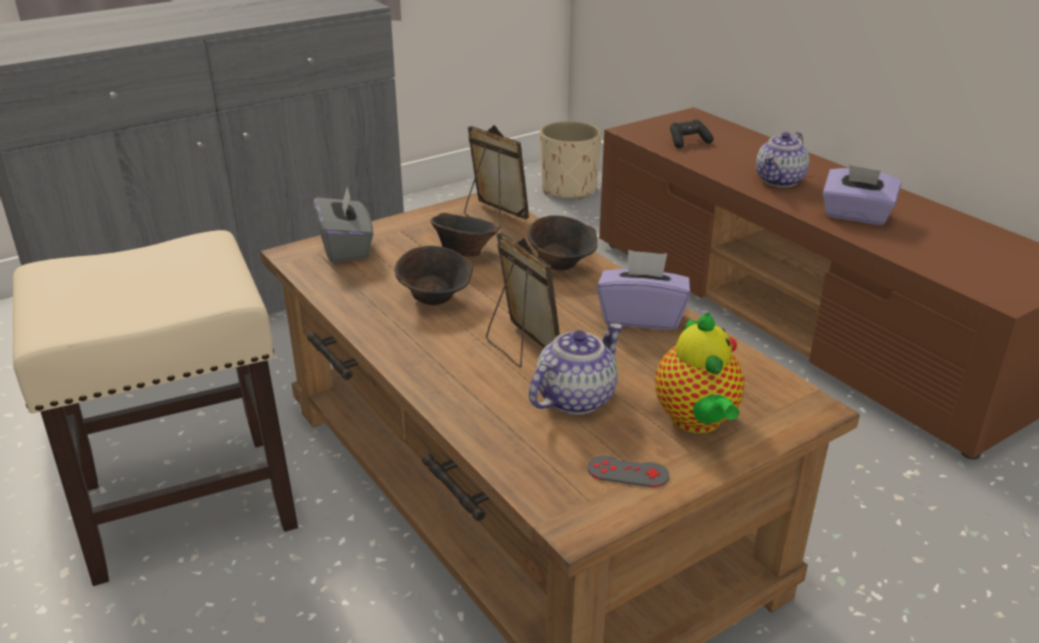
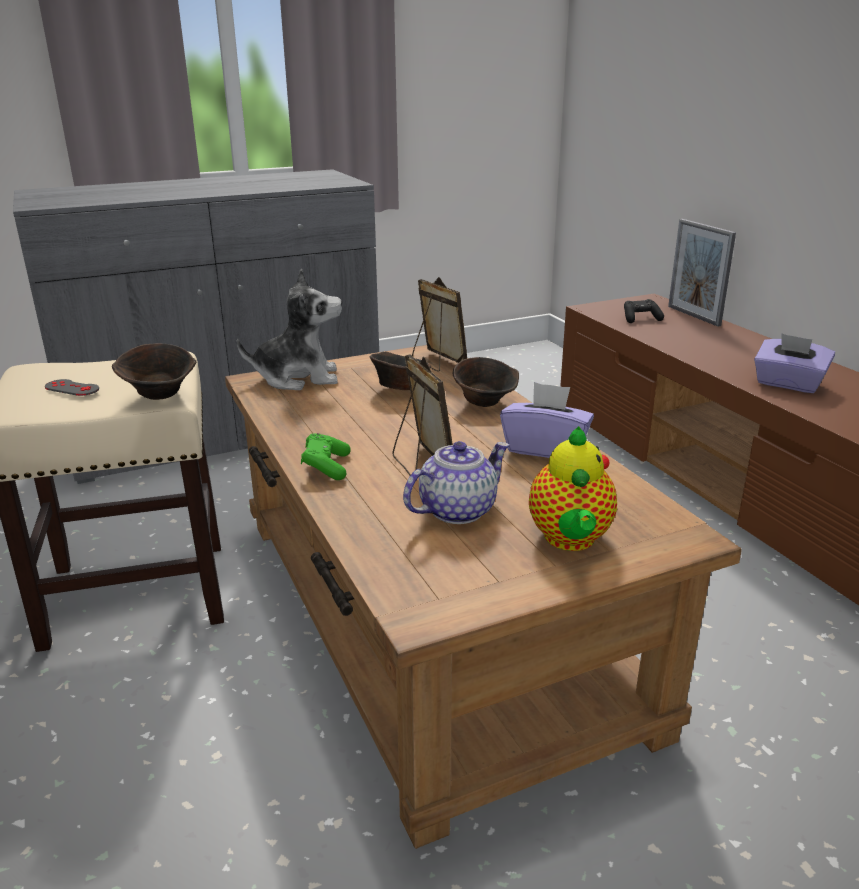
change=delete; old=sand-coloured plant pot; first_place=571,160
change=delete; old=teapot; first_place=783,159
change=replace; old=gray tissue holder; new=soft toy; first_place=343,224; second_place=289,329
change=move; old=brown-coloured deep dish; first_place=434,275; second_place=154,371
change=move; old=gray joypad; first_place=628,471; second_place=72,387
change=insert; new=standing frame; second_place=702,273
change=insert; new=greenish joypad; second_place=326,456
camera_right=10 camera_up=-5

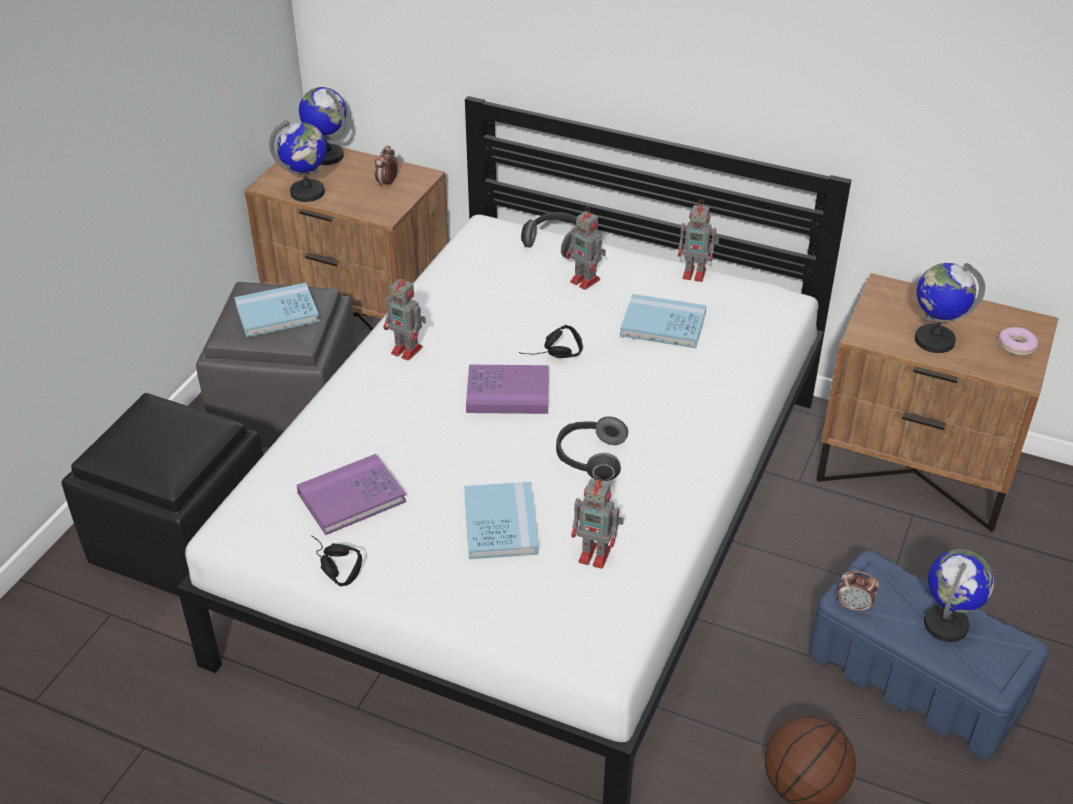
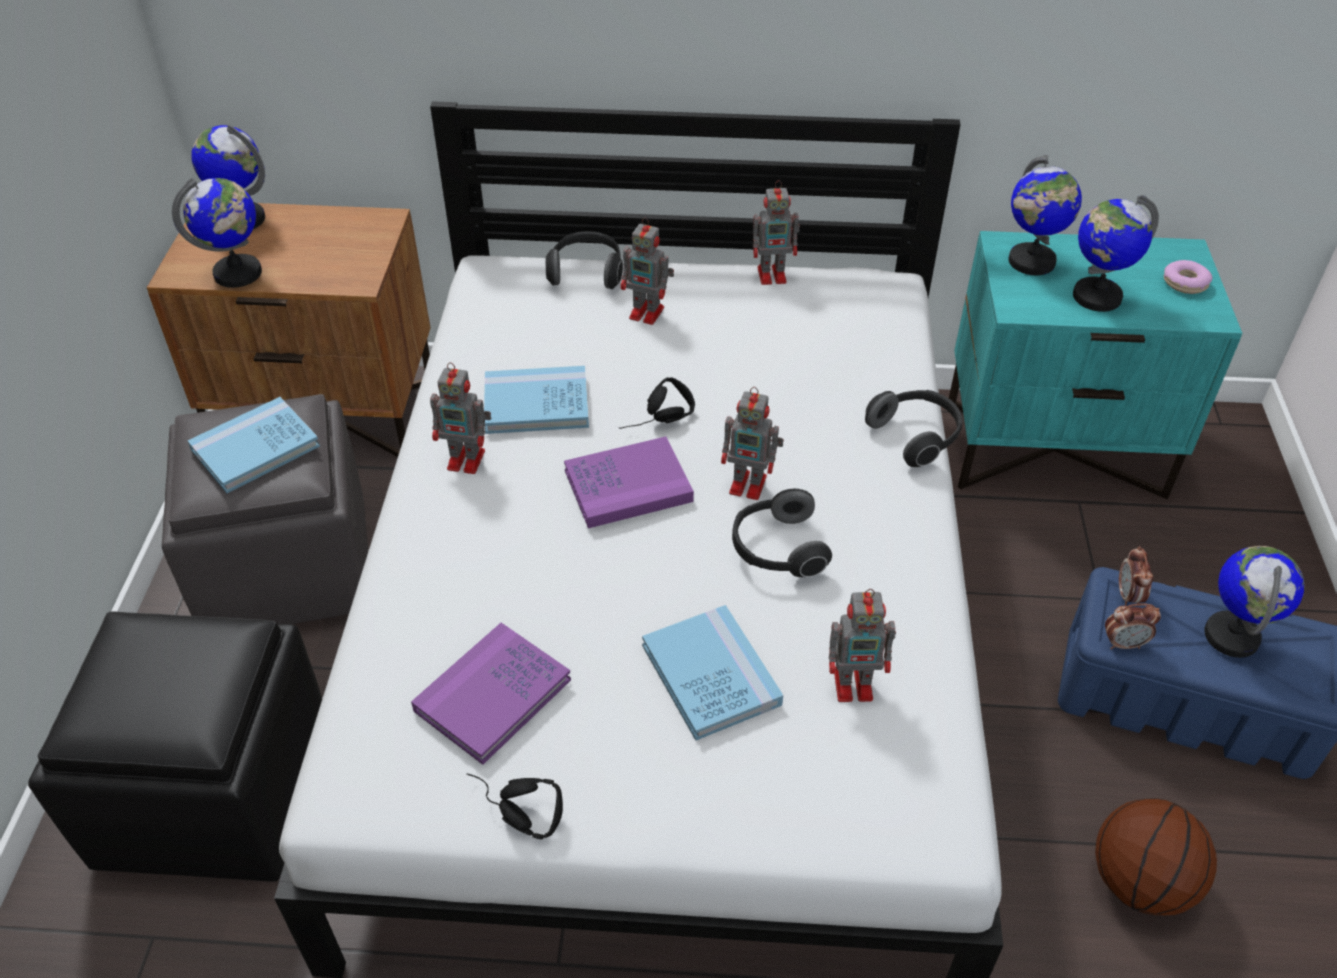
change=move; old=table clock; first_place=386,167; second_place=1136,576
change=recolor; old=brown-coloured bedside table; new=turquoise-coloured bedside table; first_place=937,402; second_place=1095,365
change=move; old=blue-coloured book; first_place=663,321; second_place=536,400
change=insert; new=globe; second_place=1045,215
change=insert; new=model robot; second_place=752,443
change=insert; new=headphones; second_place=914,428
camera_right=-20 camera_up=5

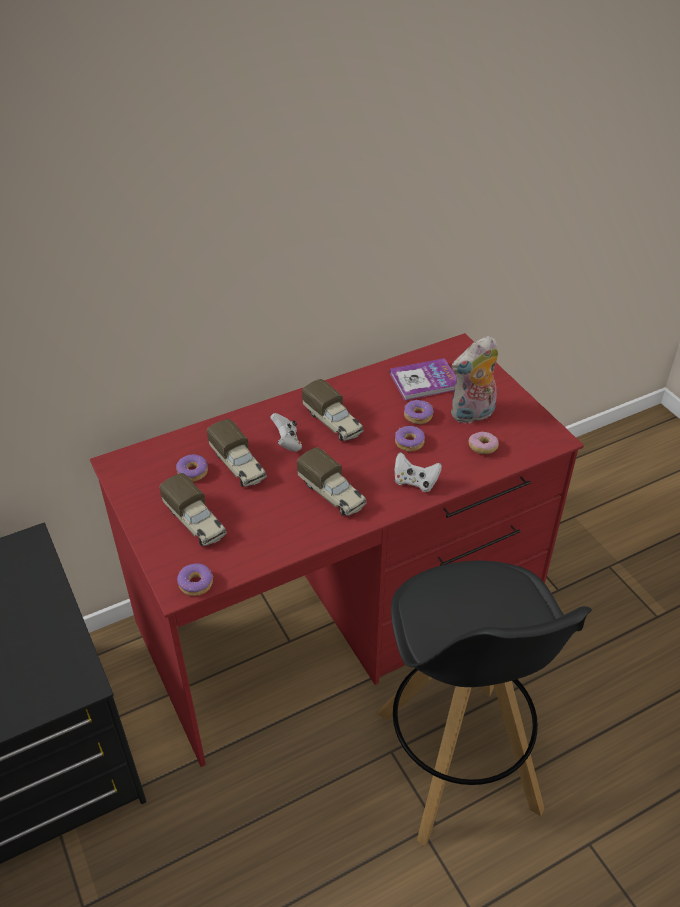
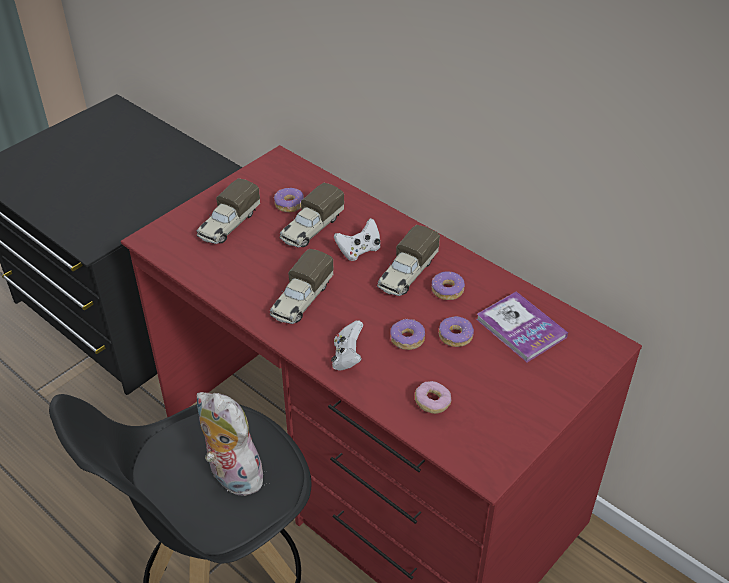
change=move; old=soft toy; first_place=474,380; second_place=232,444
change=move; old=doughnut; first_place=195,579; second_place=448,286
camera_right=70 camera_up=0

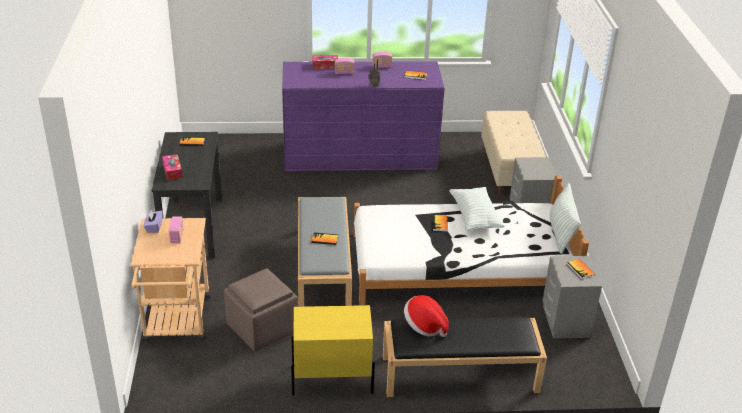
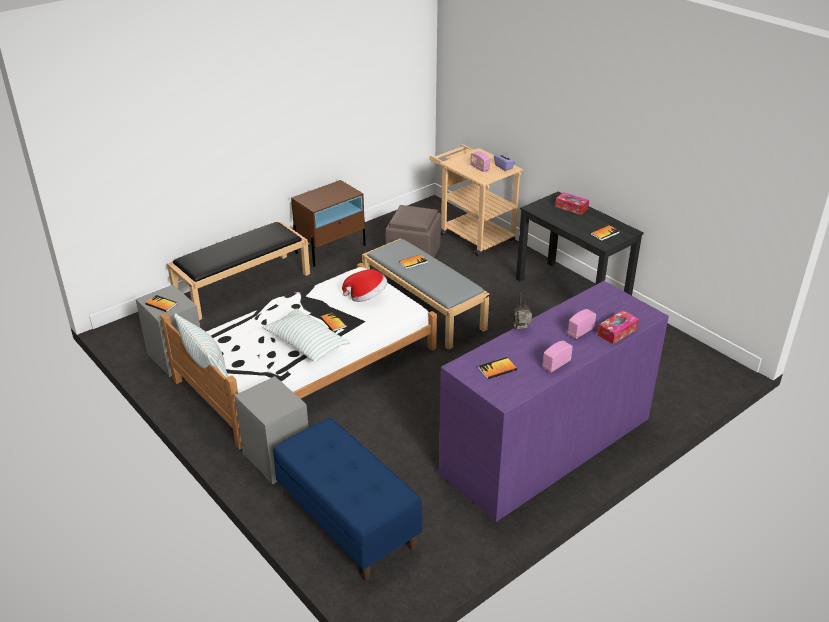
change=recolor; old=sand-coloured long seat; new=blue-coloured long seat; first_place=513,154; second_place=348,499
change=move; old=hat; first_place=426,316; second_place=364,285
change=recolor; old=yellow bedside table; new=brown-coloured bedside table; first_place=333,350; second_place=328,223
camera_right=145 camera_up=0

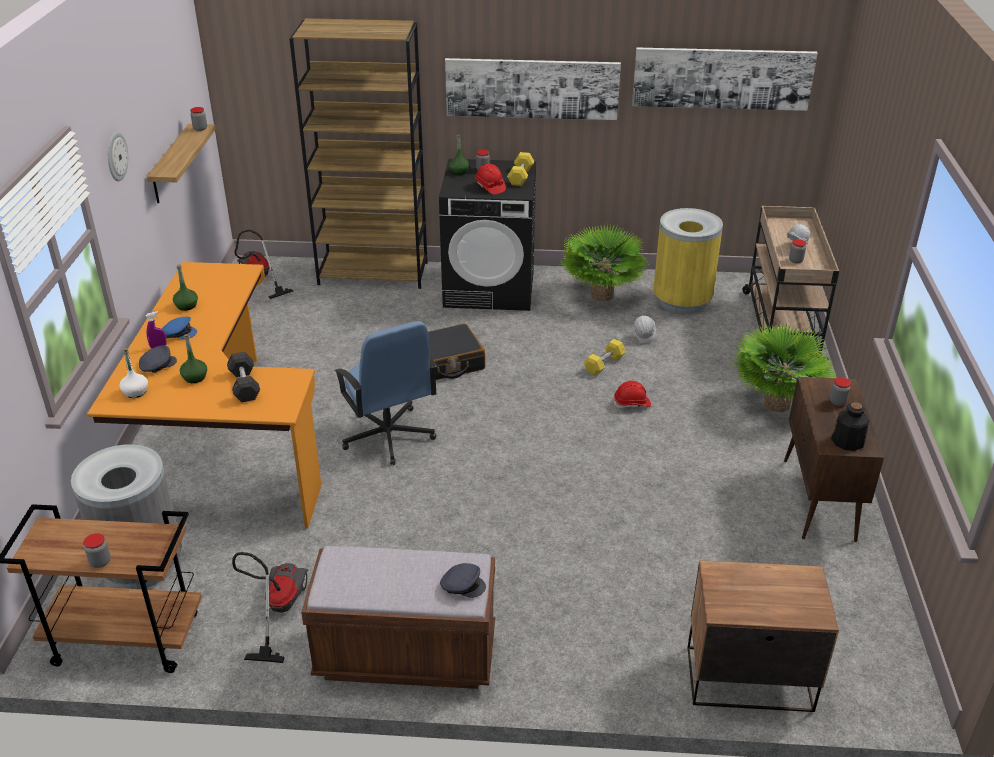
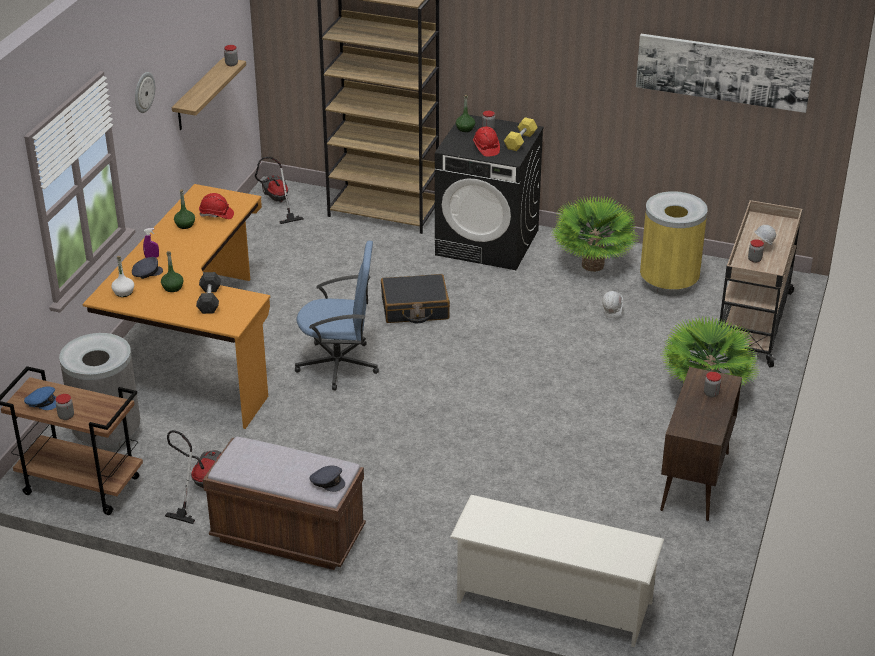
change=delete; old=wall picture; first_place=533,89
change=move; old=blue-coloured peaked cap; first_place=179,328; second_place=40,398
change=rotate; old=blue-coloured office chair; first_place=385,393; second_place=337,316; degrees=-75
change=delete; old=yellow free weight; first_place=605,357
change=move; old=red safety helmet; first_place=632,394; second_place=216,206
change=delete; old=bottle; first_place=850,426
change=replace; old=bedside table; new=whitish shoe stand; first_place=763,636; second_place=557,571
camera_right=15 camera_up=0

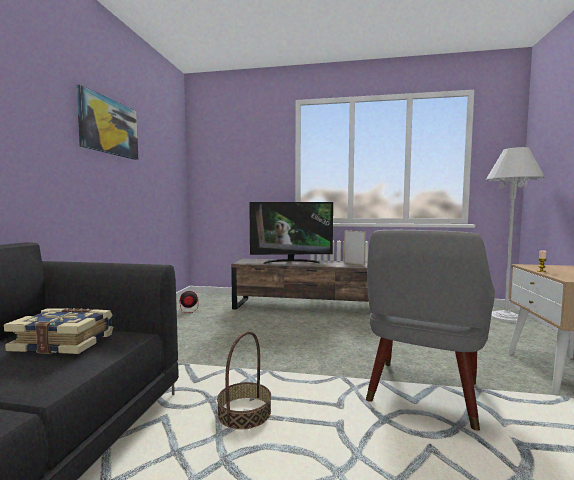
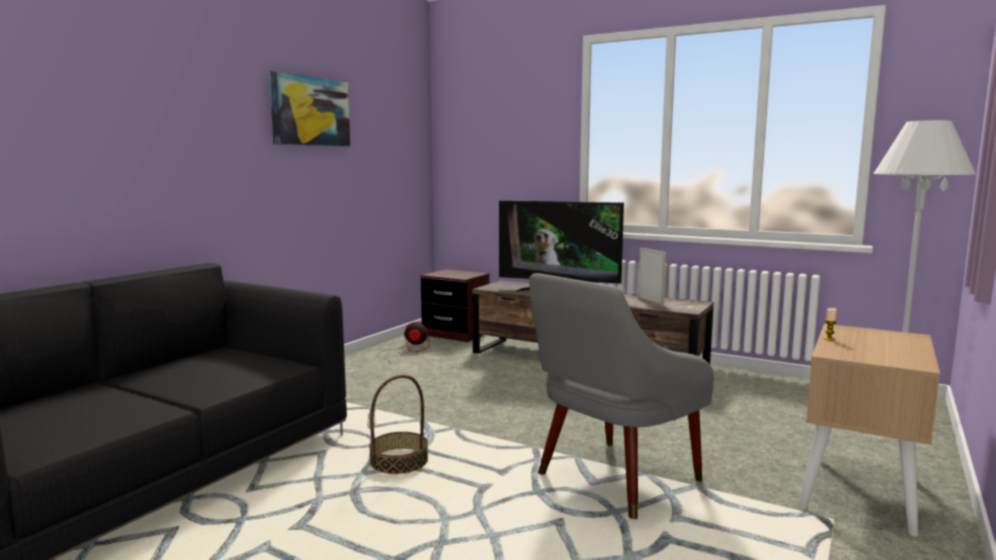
change=delete; old=book; first_place=58,331
change=insert; new=brown-coloured bedside table; second_place=455,305
camera_right=20 camera_up=5

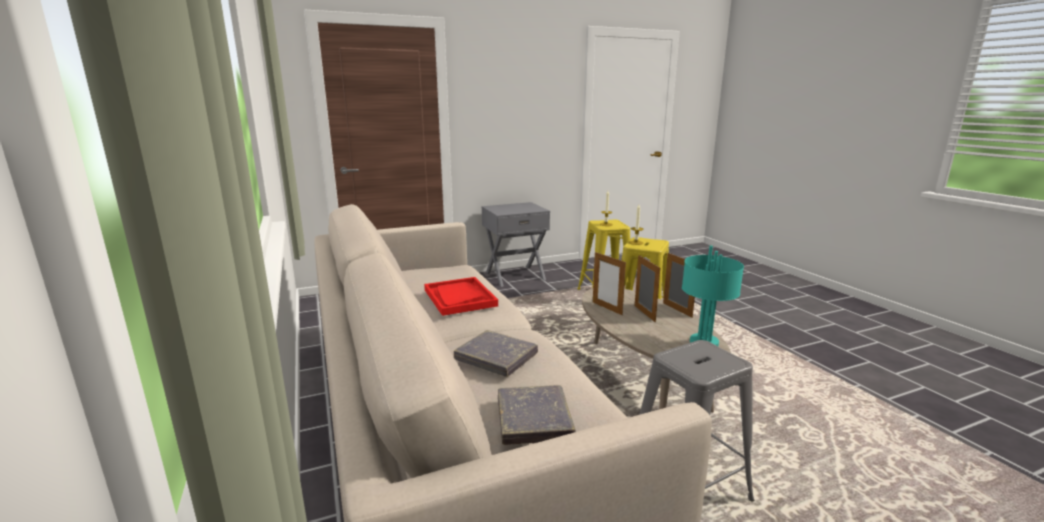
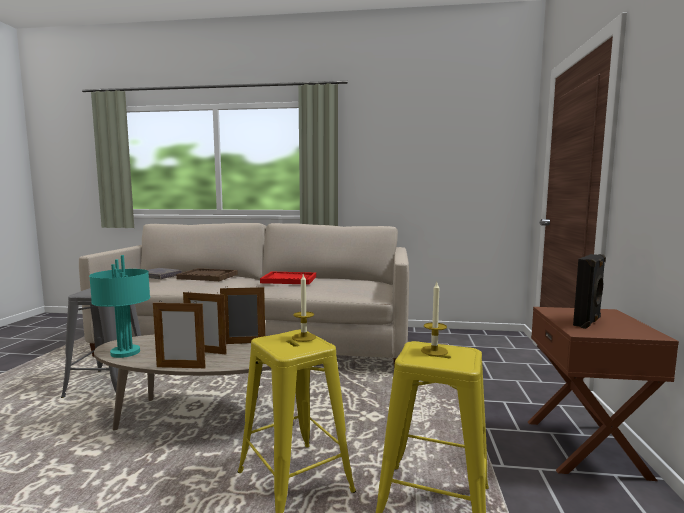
change=recolor; old=gray bedside table; new=brown-coloured bedside table; first_place=516,244; second_place=603,394
change=replace; old=gray book; new=brown-coloured carrying tray; first_place=496,353; second_place=207,274
change=insert; new=black speaker; second_place=589,291
camera_right=120 camera_up=-10

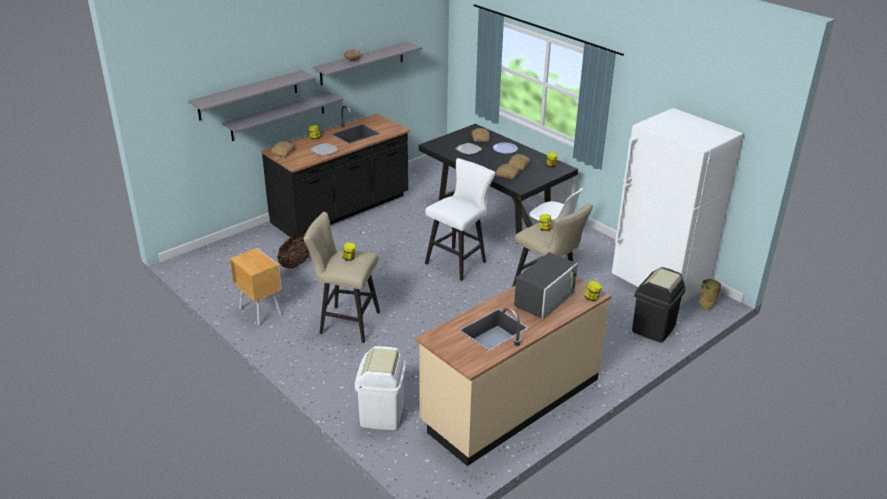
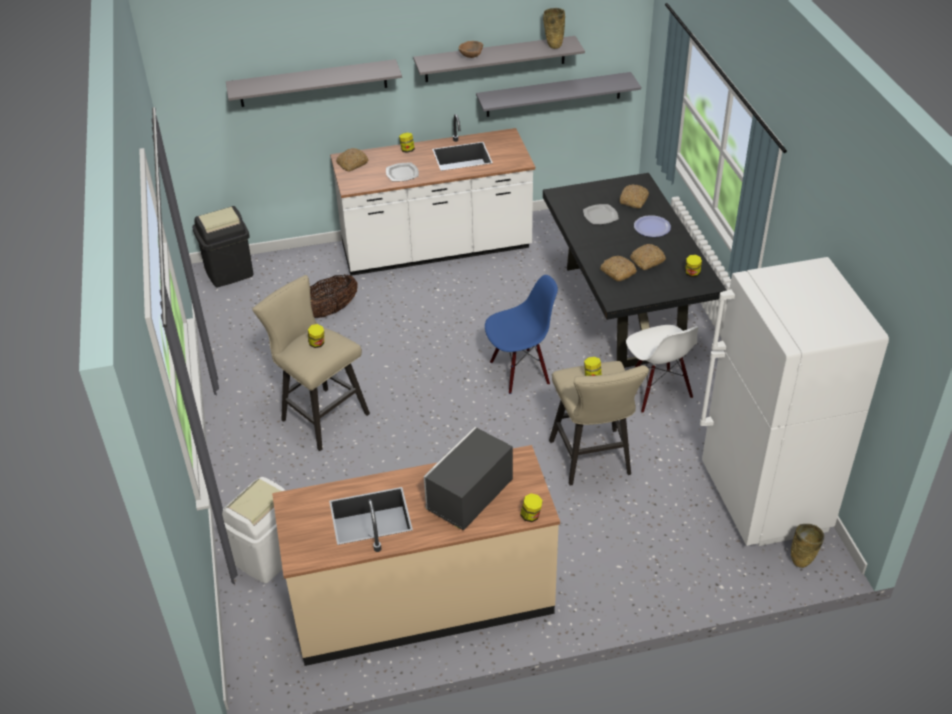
change=move; old=gray shelf; first_place=282,116; second_place=558,94
change=recolor; old=black kitchen base unit; new=whitish kitchen base unit; first_place=335,172; second_place=432,195
change=replace; old=whitish stool seat; new=blue-coloured upright chair; first_place=460,219; second_place=521,334
change=delete; old=brown-coloured bedside table; first_place=256,287
change=rotate; old=microwave oven; first_place=546,285; second_place=468,479; degrees=150
change=move; old=black waste bin; first_place=659,305; second_place=223,246
change=insert; new=sand-coloured flower vase; second_place=554,28
camera_right=30 camera_up=10

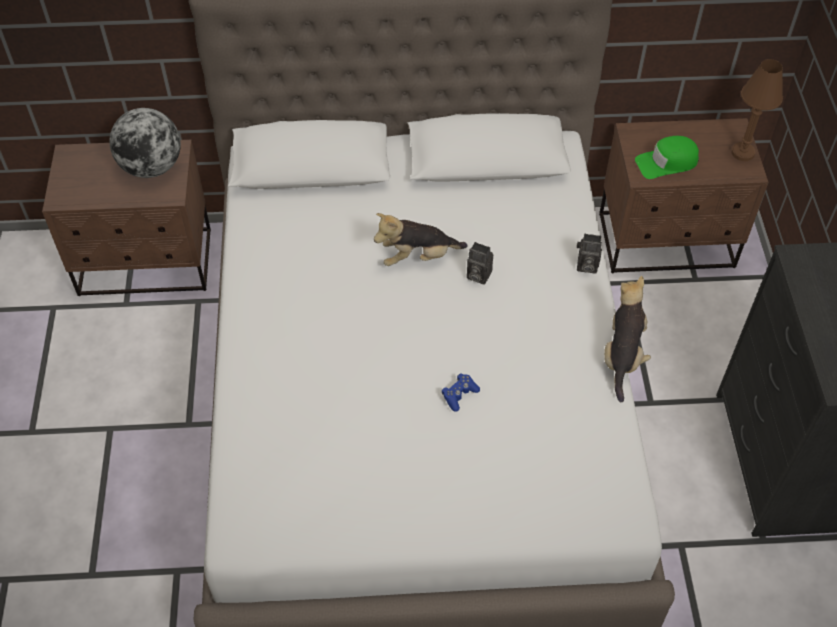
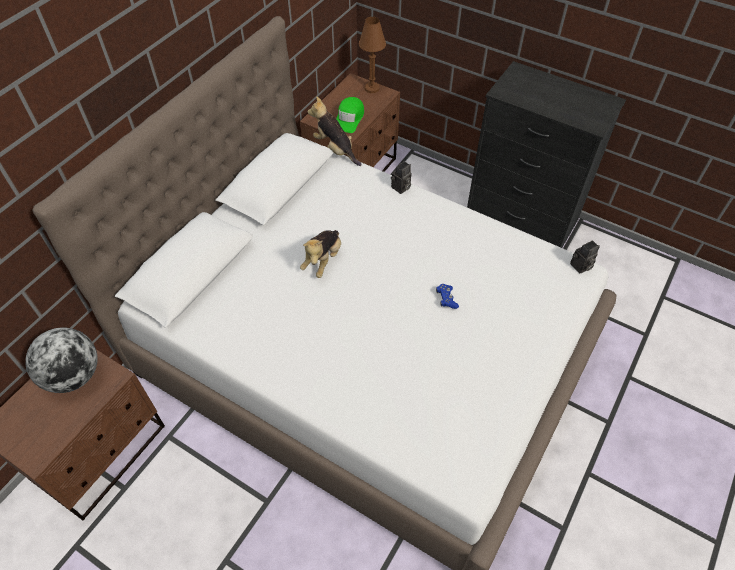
change=move; old=photo camera; first_place=480,263; second_place=585,256
change=move; old=soft toy; first_place=627,339; second_place=335,131
camera_right=-55 camera_up=0

